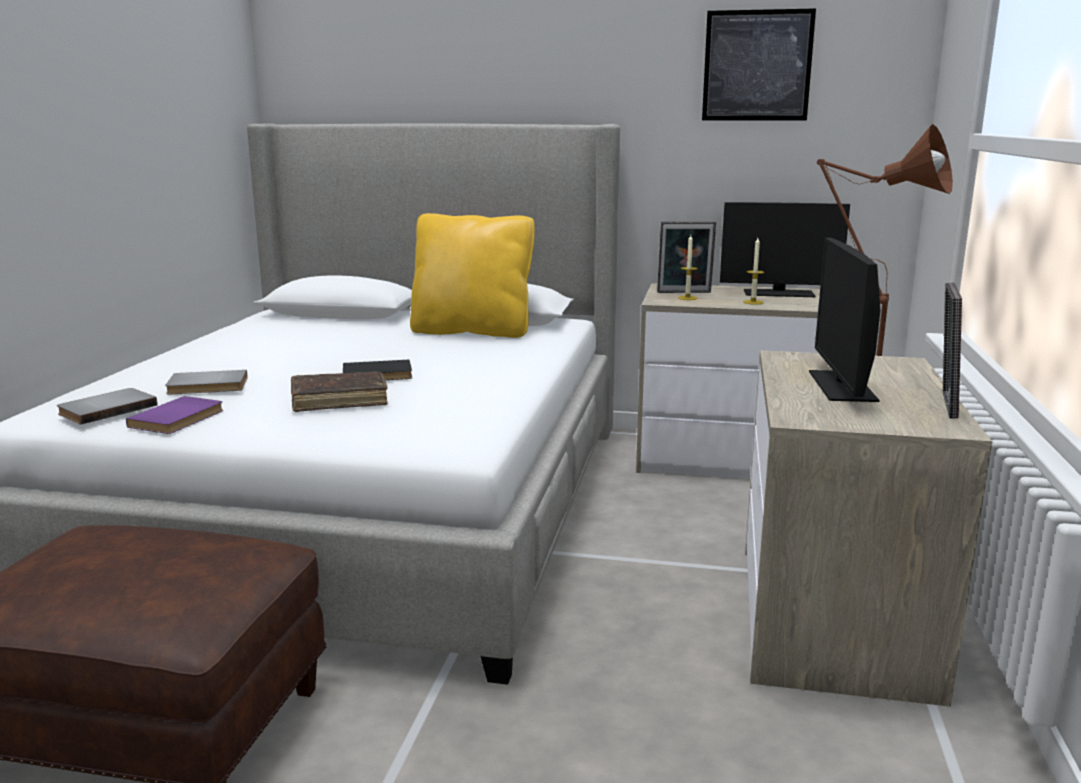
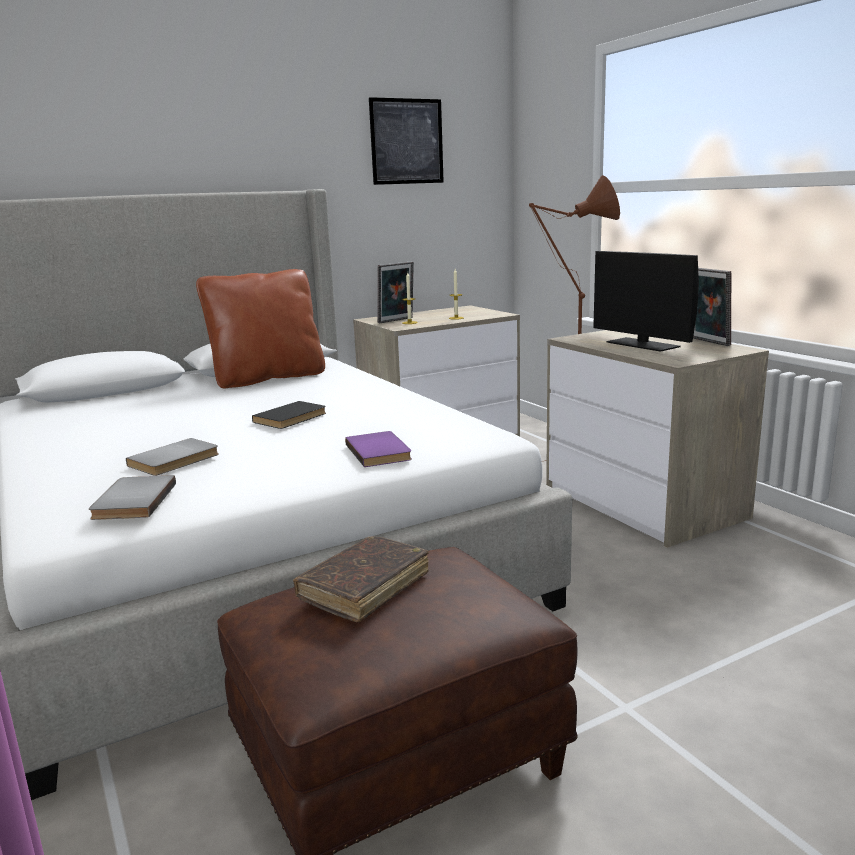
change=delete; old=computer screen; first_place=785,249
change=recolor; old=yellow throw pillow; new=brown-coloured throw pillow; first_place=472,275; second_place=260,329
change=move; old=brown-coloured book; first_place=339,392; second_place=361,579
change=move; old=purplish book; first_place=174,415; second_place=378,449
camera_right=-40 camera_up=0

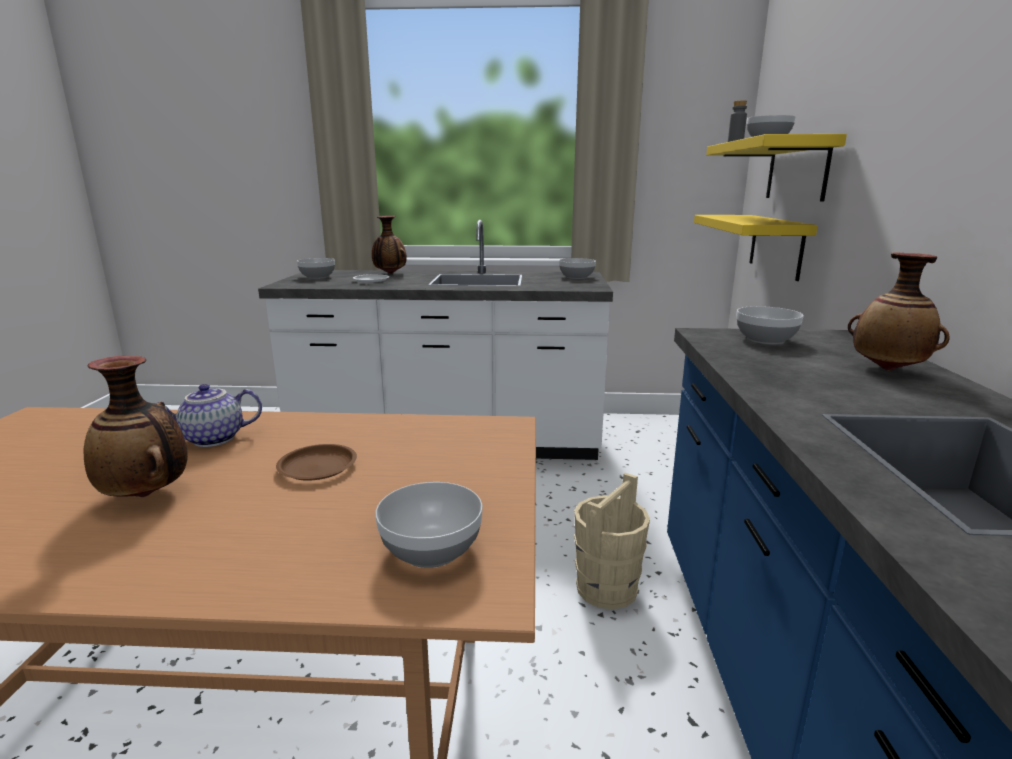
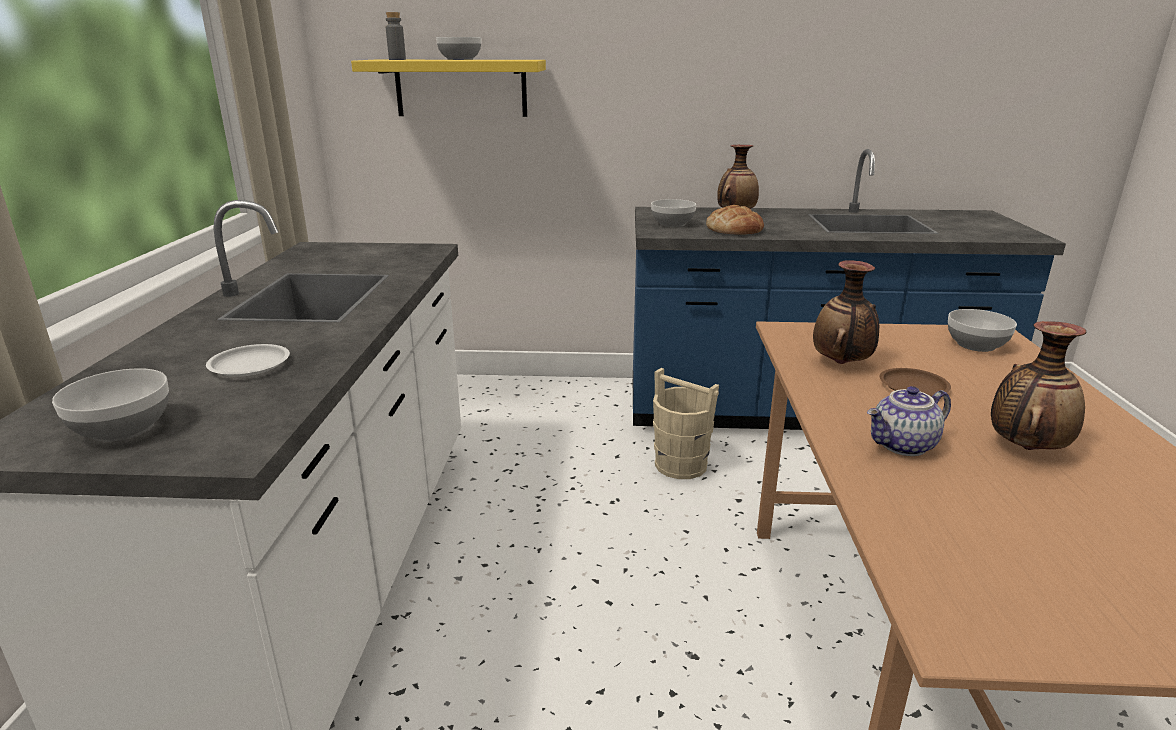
change=delete; old=yellow shelf; first_place=756,248
change=move; old=flower vase; first_place=389,245; second_place=846,312
change=delete; old=deep dish; first_place=577,268
change=rotate; old=teapot; first_place=210,415; second_place=909,421; degrees=90
change=insert; new=bakery bread; second_place=735,220
camera_right=-90 camera_up=5

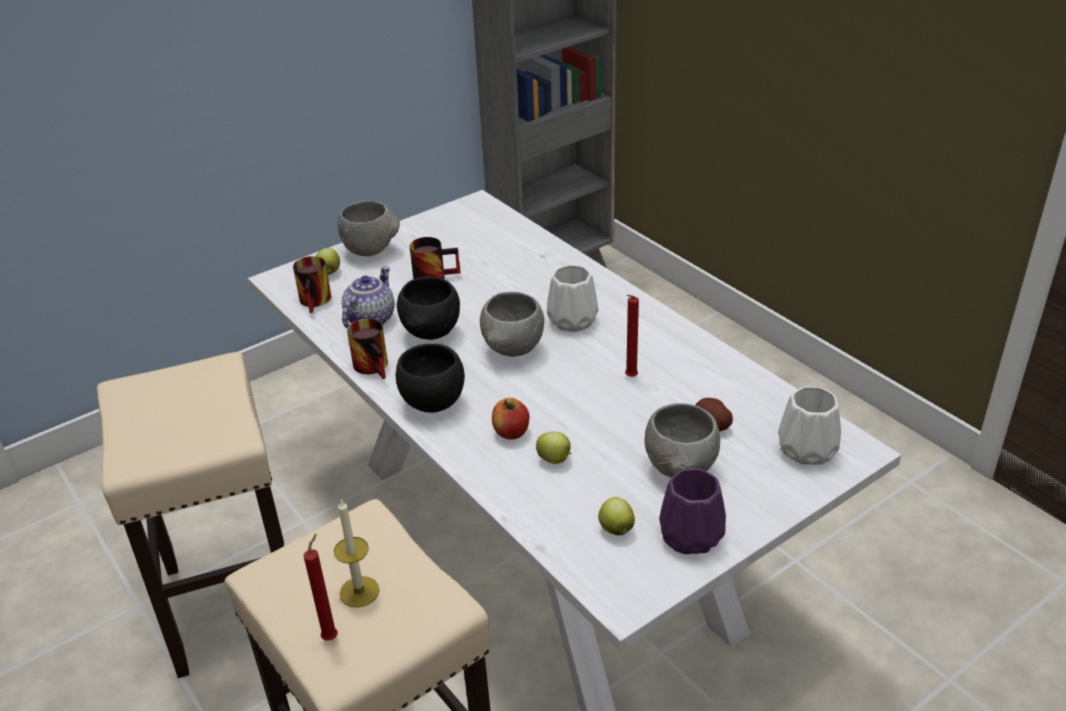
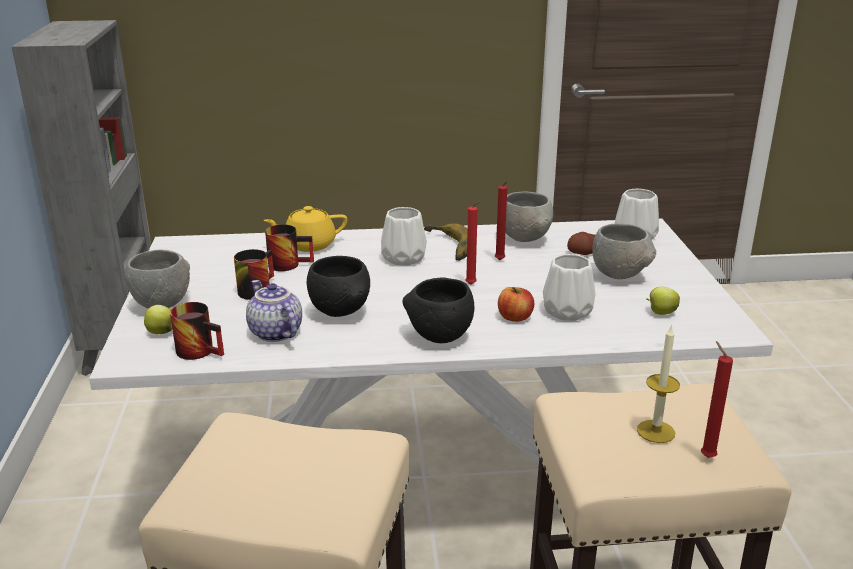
change=move; old=gray deep dish; first_place=512,324; second_place=529,216
change=move; old=tea mug; first_place=367,349; second_place=289,247
change=replace; old=apple fruit; new=whitish flower vase; first_place=554,447; second_place=569,287
change=delete; old=purplish flower vase; first_place=692,511
change=insert; new=red wax candle; second_place=472,243
change=insert; new=yellow teapot; second_place=305,229
change=insert; new=banana fruit; second_place=446,242
camera_right=-60 camera_up=-10

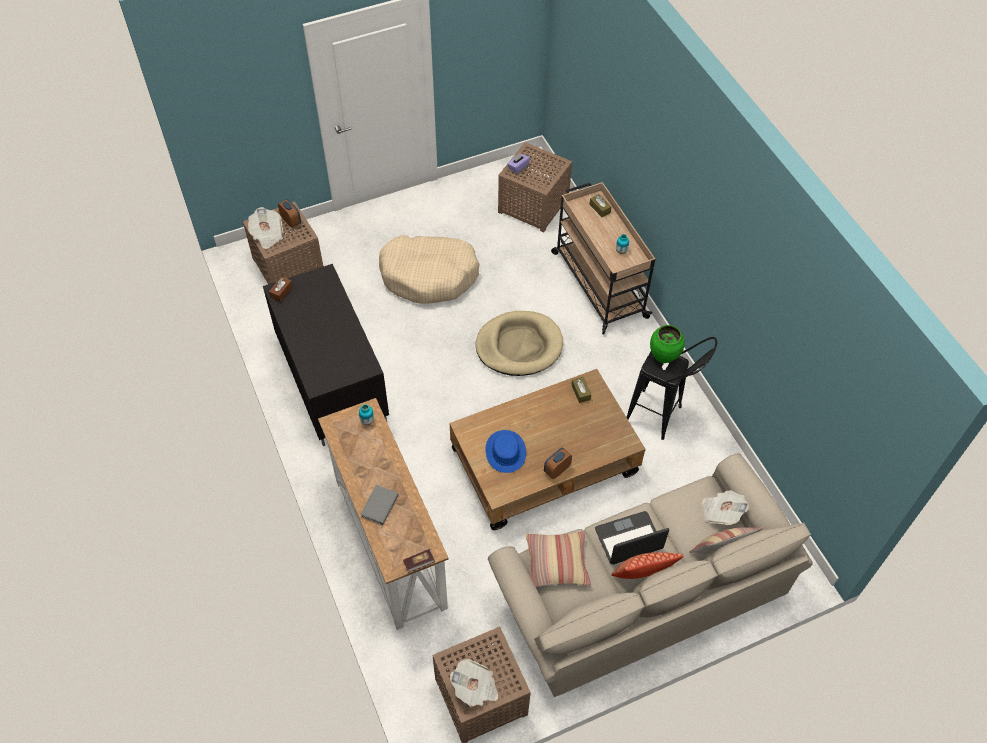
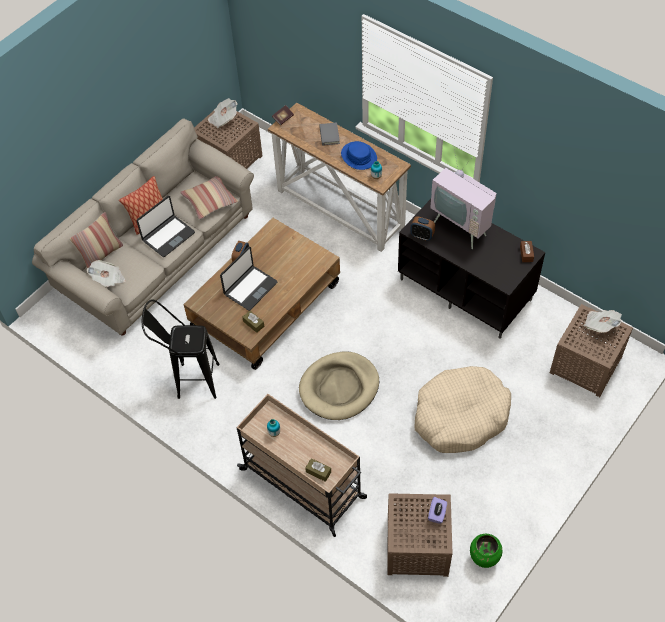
change=move; old=table clock; first_place=289,213; second_place=422,228
change=move; old=greenish flower vase; first_place=667,344; second_place=486,551
change=move; old=blue-coloured hat; first_place=506,451; second_place=359,155
change=insert; new=television; second_place=463,197
change=insert; new=notebook computer; second_place=249,279
camera_right=155 camera_up=0

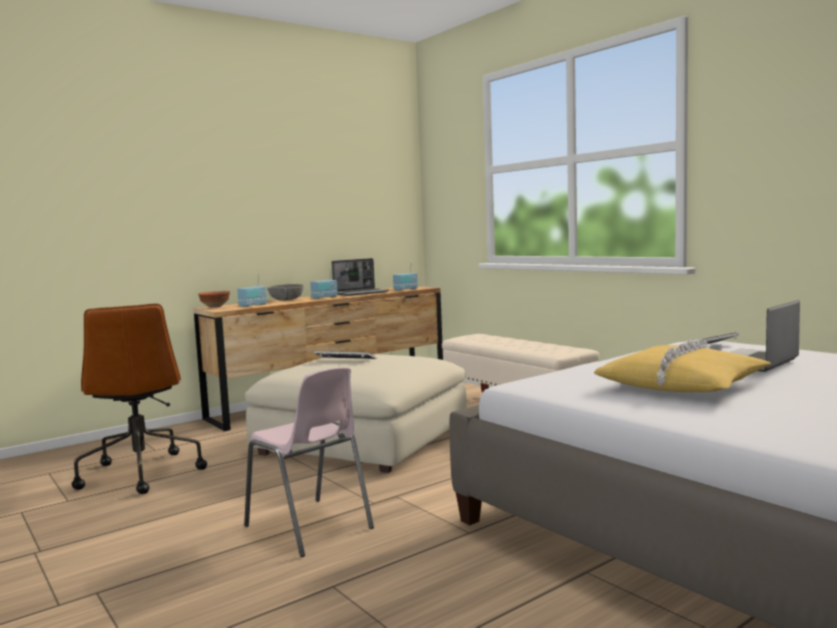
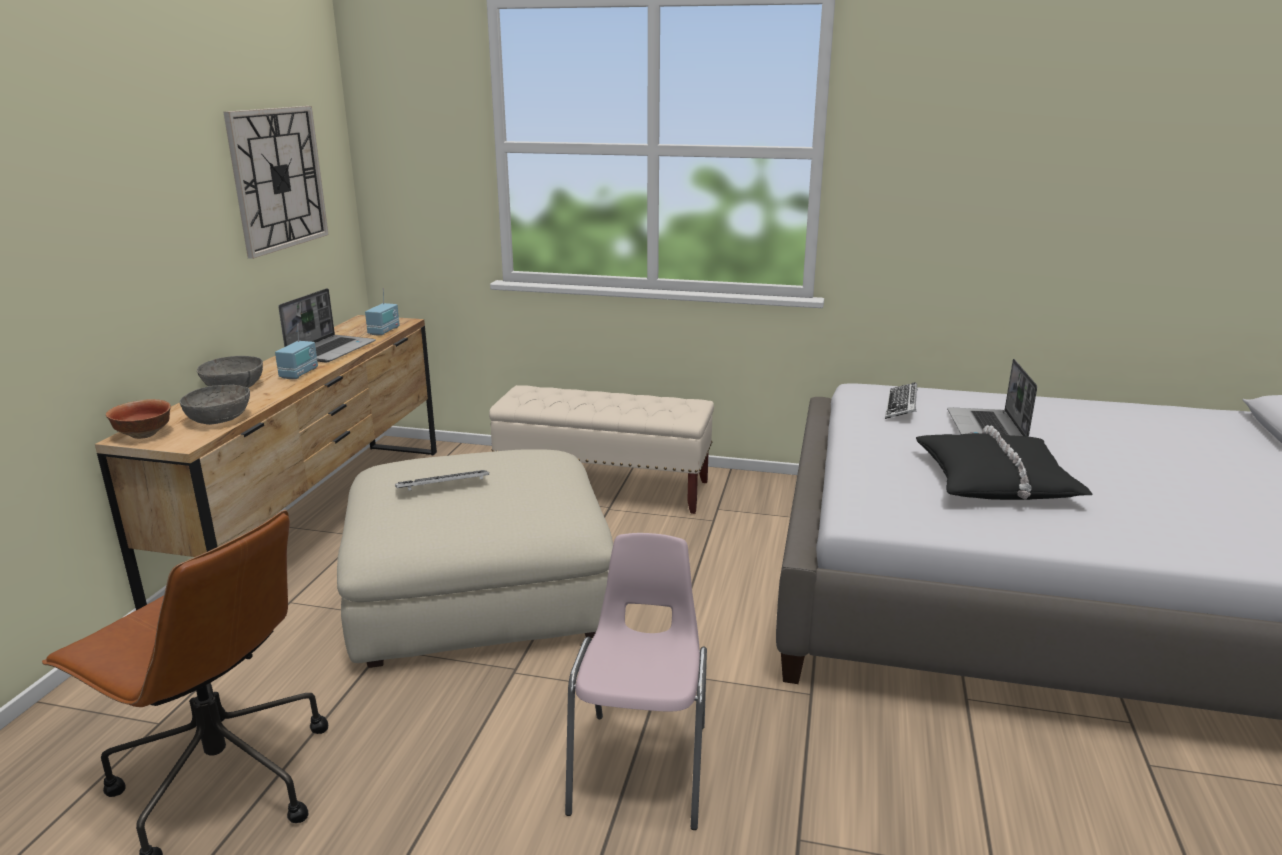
change=replace; old=radio receiver; new=gray deep dish; first_place=252,291; second_place=215,405
change=recolor; old=yellow throw pillow; new=black throw pillow; first_place=682,365; second_place=1004,462
change=rotate; old=pink upright chair; first_place=309,462; second_place=636,681; degrees=-90
change=insert; new=clock on the wall; second_place=276,182
camera_right=-40 camera_up=15

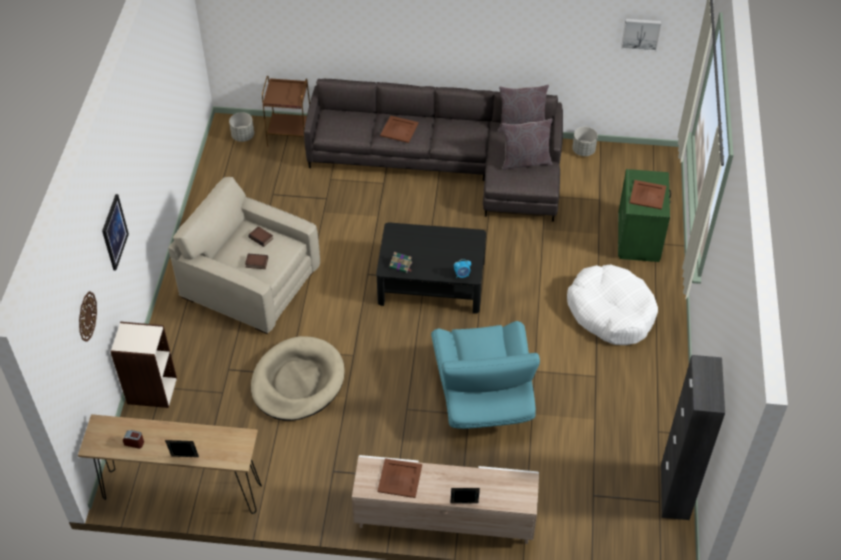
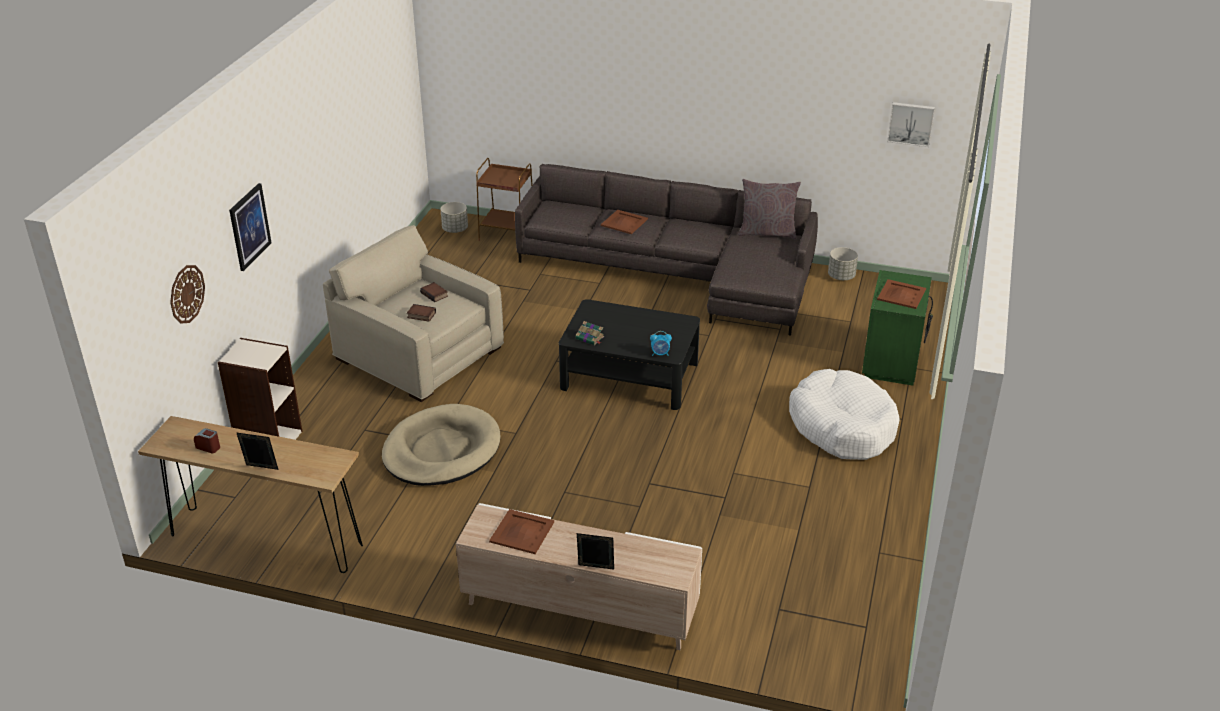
change=delete; old=gray throw pillow; first_place=527,144
change=delete; old=turquoise-coloured armchair; first_place=485,375
change=delete; old=black storage cabinet; first_place=693,437
camera_right=10 camera_up=-15

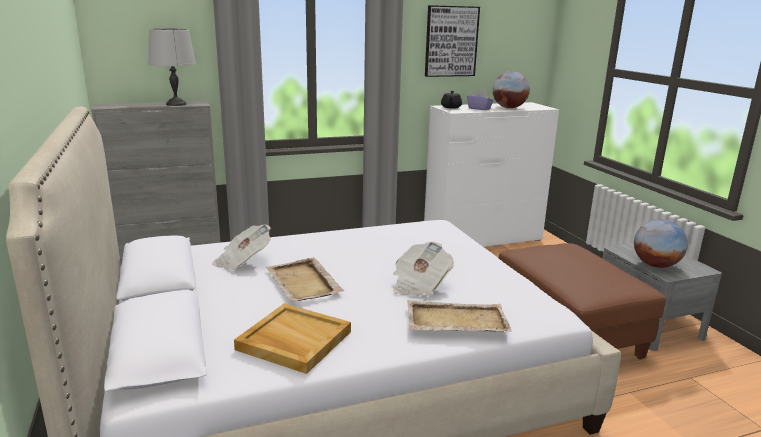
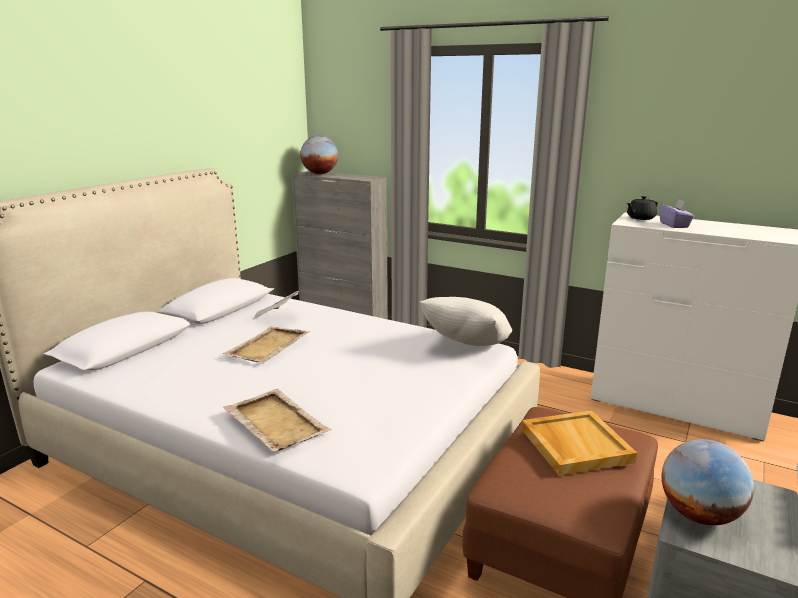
change=delete; old=wall picture; first_place=452,41
change=delete; old=gray lamp for a table; first_place=172,67
change=move; old=globe; first_place=511,89; second_place=319,155
change=delete; old=newspaper; first_place=423,269
change=move; old=sand-coloured carrying tray; first_place=292,338; second_place=579,443
change=insert; new=whitish throw pillow; second_place=466,321
camera_right=50 camera_up=0

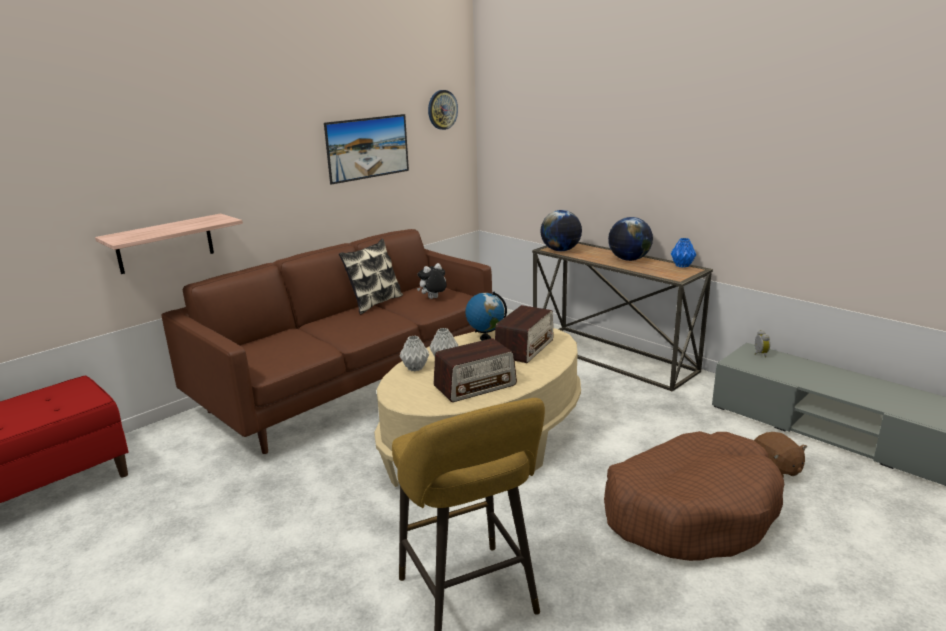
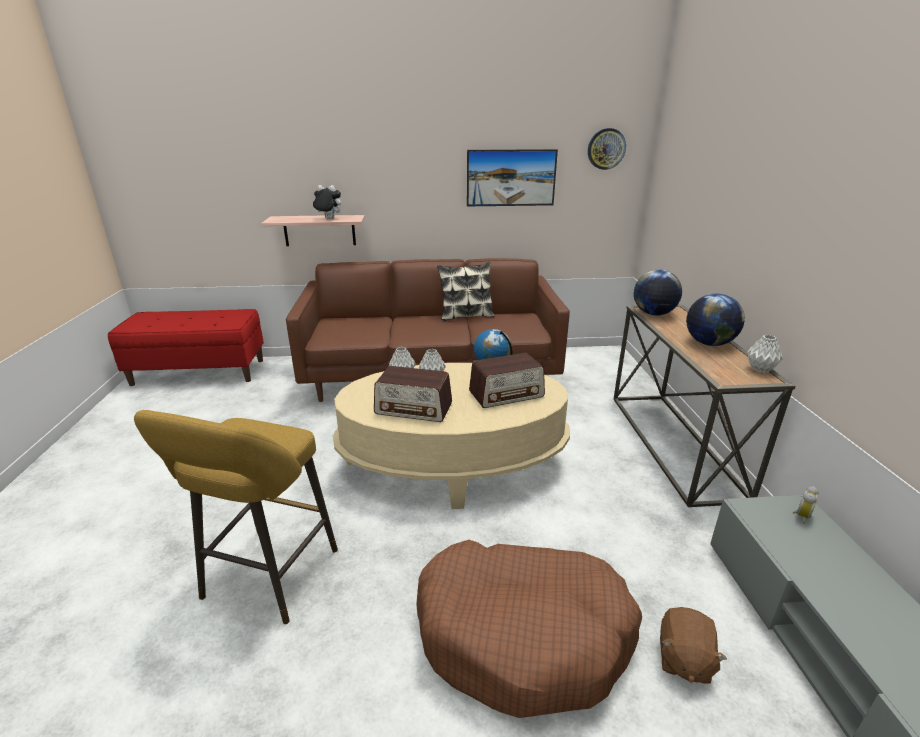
change=recolor; old=blue-coloured flower vase; new=gray flower vase; first_place=683,253; second_place=765,354
change=move; old=soft toy; first_place=432,281; second_place=326,202
camera_right=40 camera_up=5

